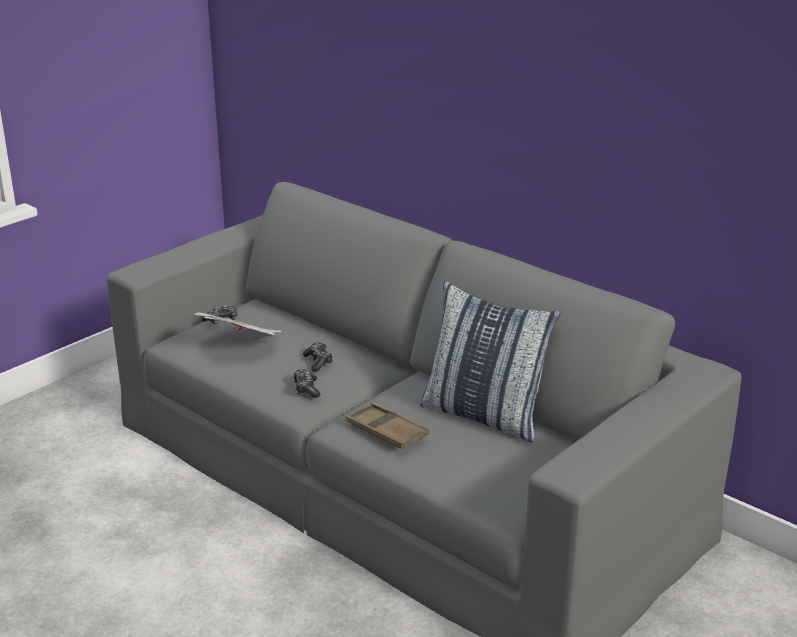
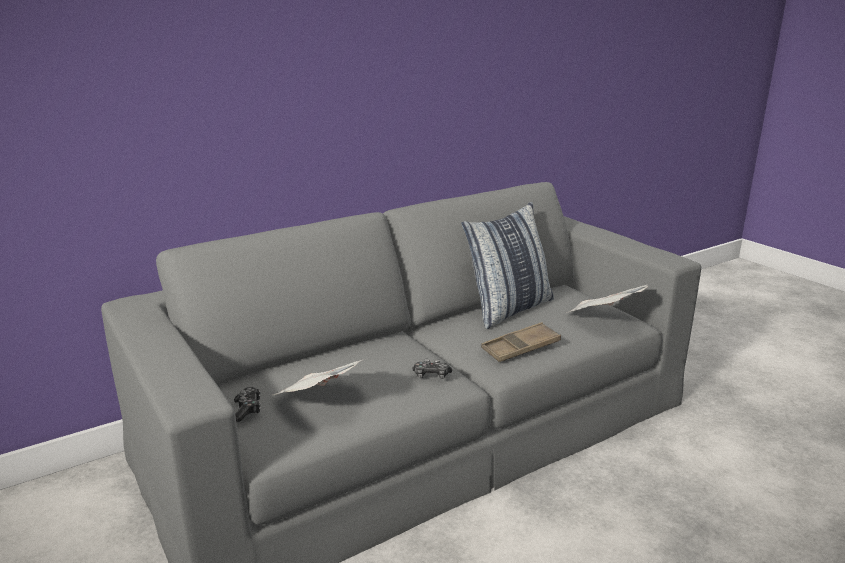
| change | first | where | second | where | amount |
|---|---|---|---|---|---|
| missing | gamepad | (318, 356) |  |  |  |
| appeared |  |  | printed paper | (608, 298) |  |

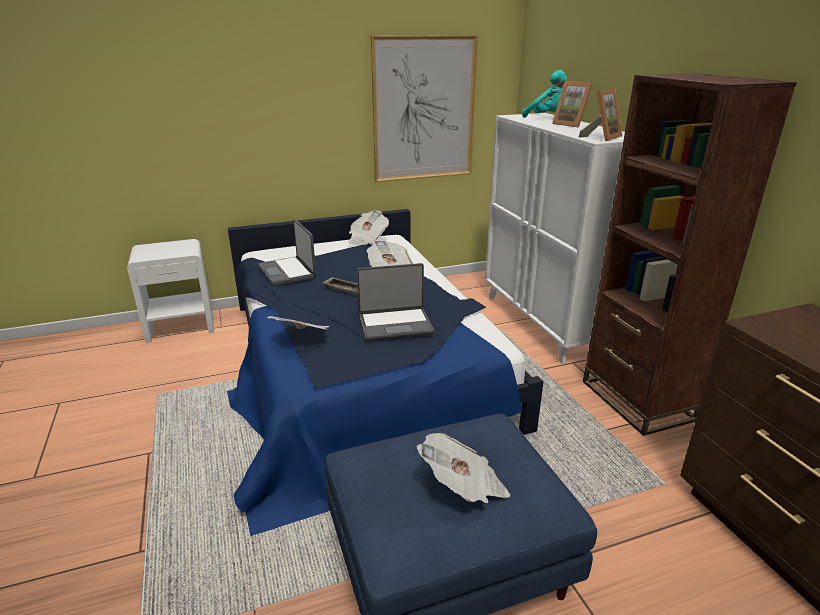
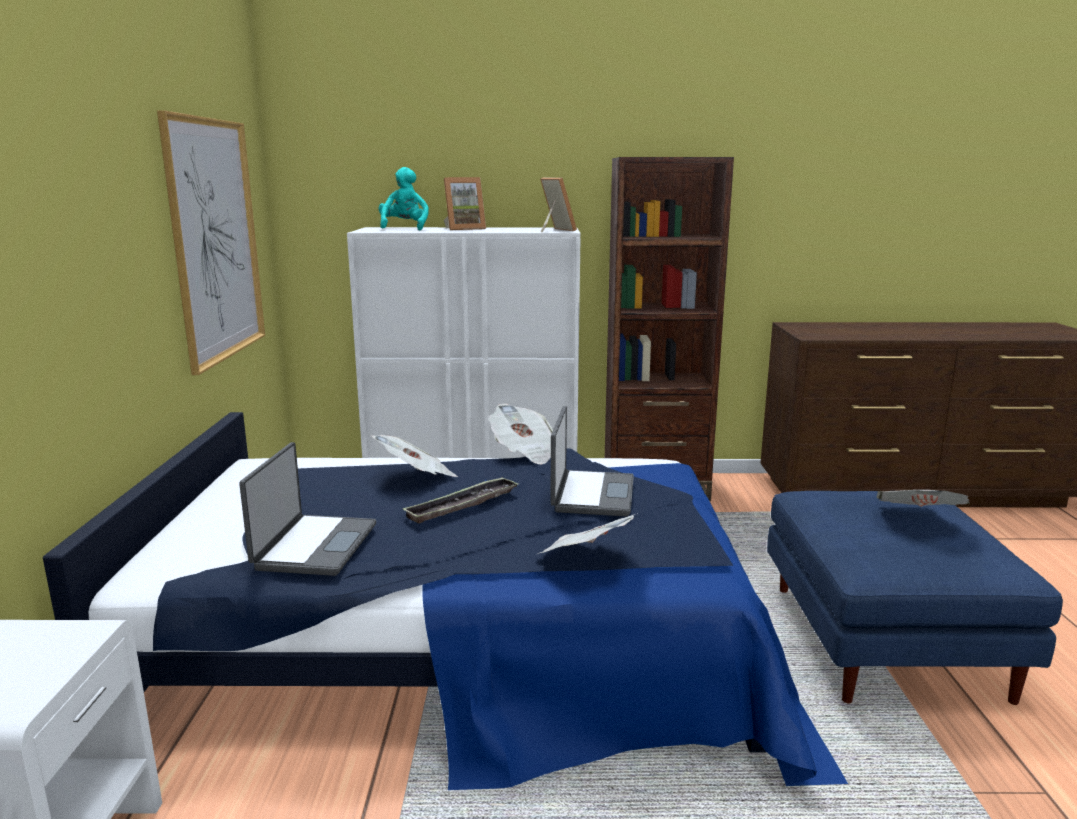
| change | first | where | second | where | amount |
|---|---|---|---|---|---|
| spun | blue-green cuddly toy | (544, 94) |  | (403, 198) | 60 degrees counterclockwise |
| relocated | printed paper | (369, 227) |  | (520, 434) |  |
| spun | portable computer | (287, 252) |  | (307, 509) | 75 degrees counterclockwise |

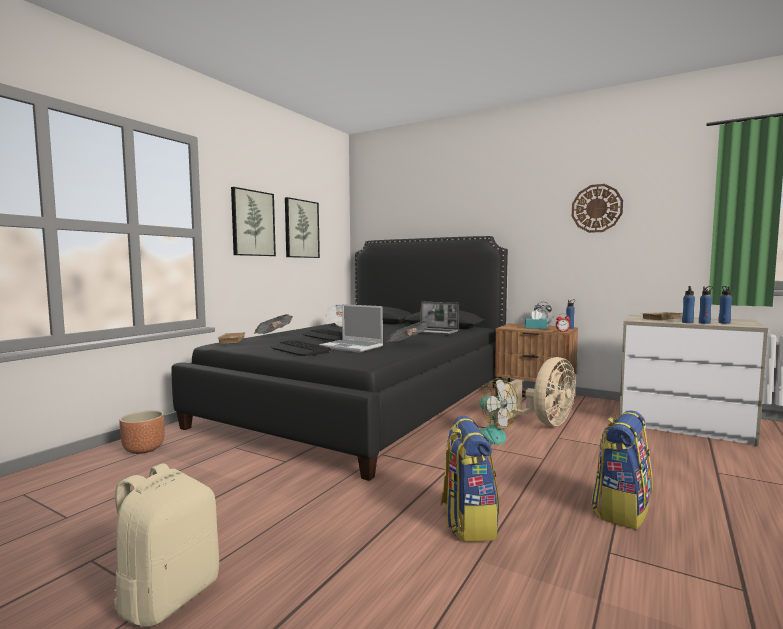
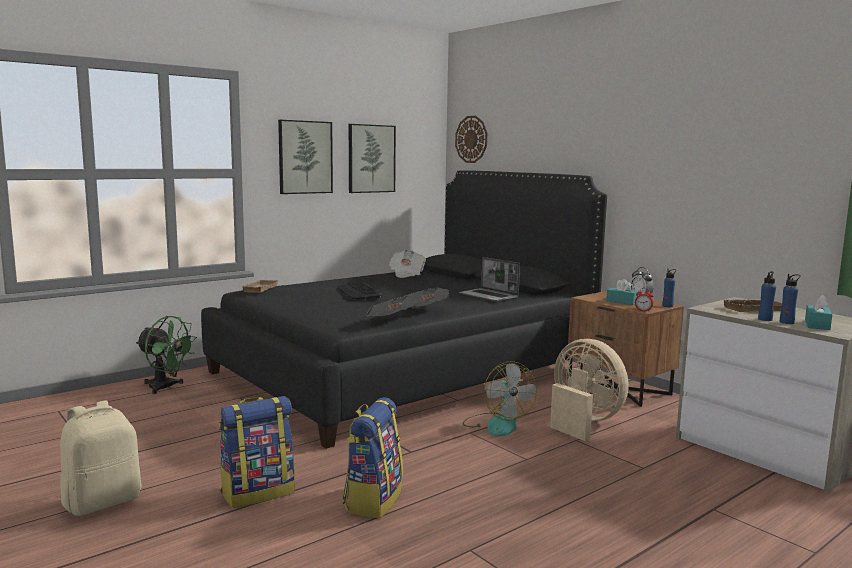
| change | first | where | second | where | amount |
|---|---|---|---|---|---|
| relocated | clock on the wall | (597, 208) |  | (471, 139) |  |
| exchanged | blue-coloured bottle | (725, 305) | blue-green box of tissues | (818, 312) |  |
| missing | portable computer | (351, 328) |  |  |  |
| relocated | printed paper | (273, 324) |  | (392, 306) |  |
| missing | PC keyboard | (300, 348) |  |  |  |
| spun | beige-coloured fan | (539, 391) |  | (589, 390) | 105 degrees counterclockwise |
| exchanged | brown-coloured plant pot | (141, 432) | green fan | (166, 355) |  |
| relocated | backpack | (622, 470) |  | (257, 452) |  |

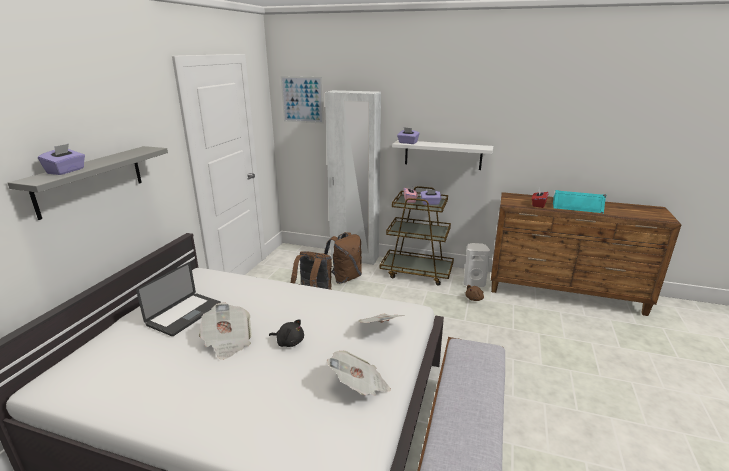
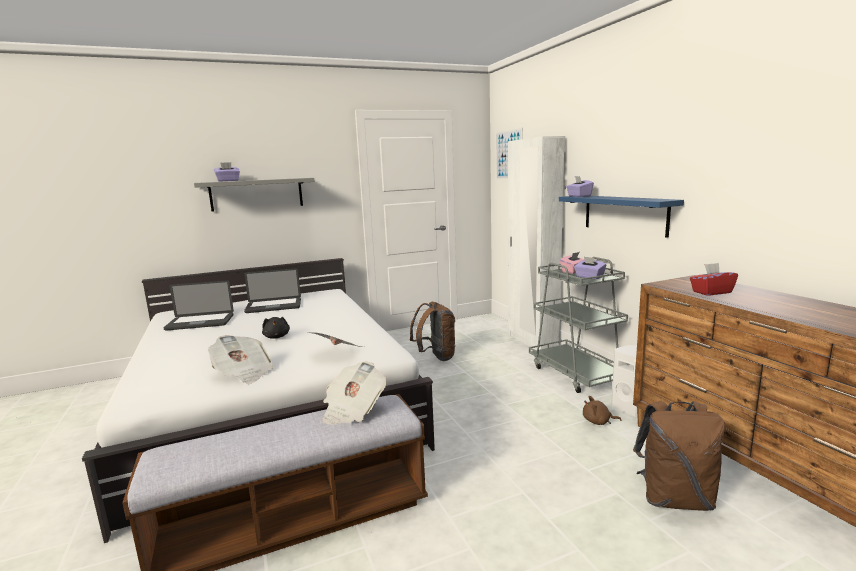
| change | first | where | second | where | amount |
|---|---|---|---|---|---|
| colour | whitish bracket shelf | (442, 155) | blue-coloured bracket shelf | (621, 217) |  |
| colour | brown-coloured trolley | (417, 236) | greyish trolley | (578, 325) |  |
| missing | blue-green audio speaker | (579, 202) |  |  |  |
| relocated | brown-coloured backpack | (343, 258) |  | (679, 456) |  |
| relocated | printed paper | (225, 331) |  | (354, 393) |  |
| appeared |  |  | portable computer | (199, 305) |  |

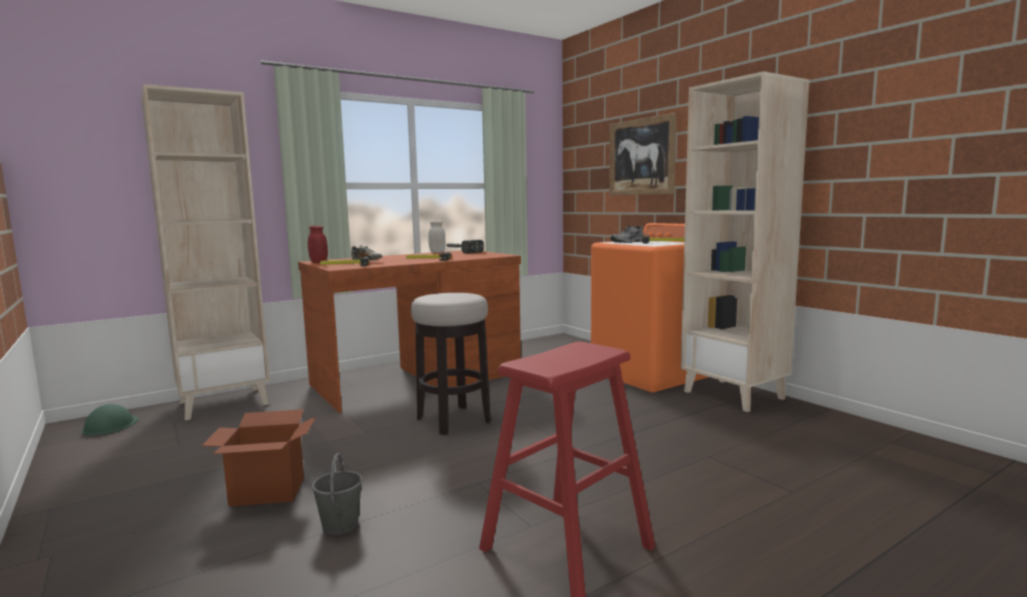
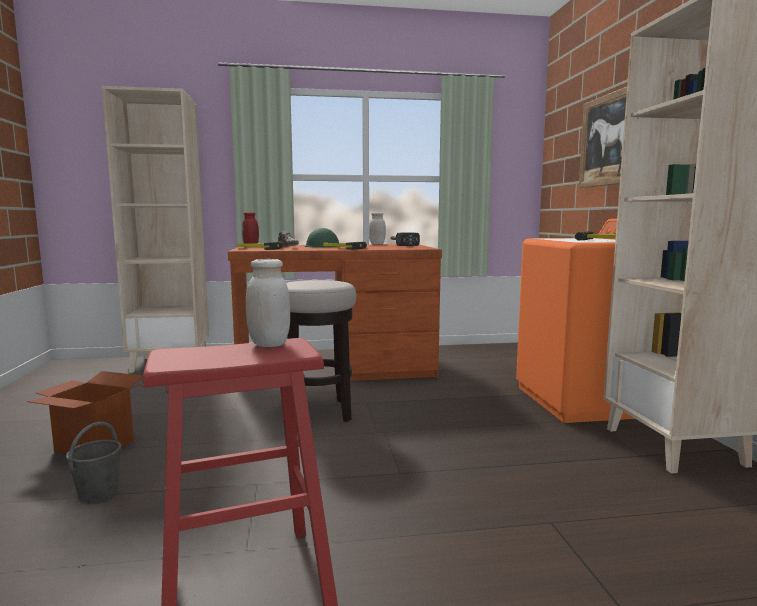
| change | first | where | second | where | amount |
|---|---|---|---|---|---|
| missing | greyish shoe | (627, 234) |  |  |  |
| relocated | green work helmet | (110, 420) |  | (322, 237) |  |
| appeared |  |  | whitish jar | (268, 303) |  |

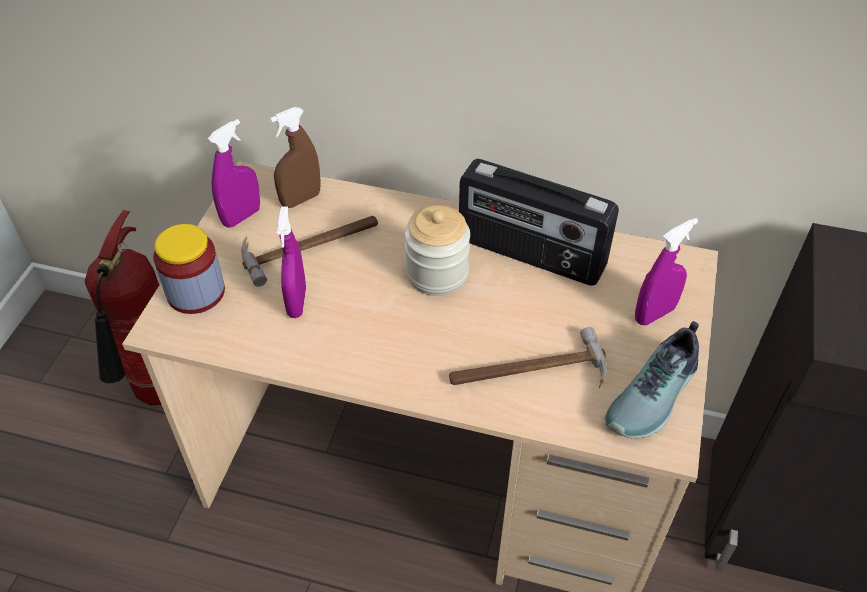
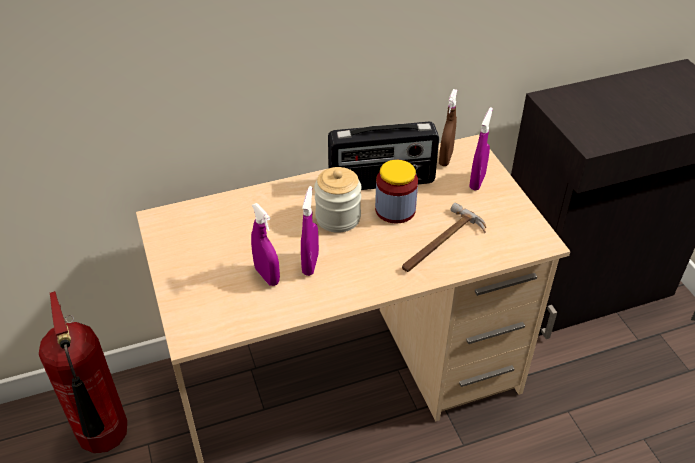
| change | first | where | second | where | amount |
|---|---|---|---|---|---|
| relocated | brown-coloured sprayer | (295, 157) |  | (448, 127) |  |
| relocated | purple-coloured sprayer | (234, 173) |  | (310, 231) |  |
| missing | hand hammer | (309, 251) |  |  |  |
| relocated | jar | (189, 269) |  | (396, 191) |  |
| missing | shoe | (652, 380) |  |  |  |

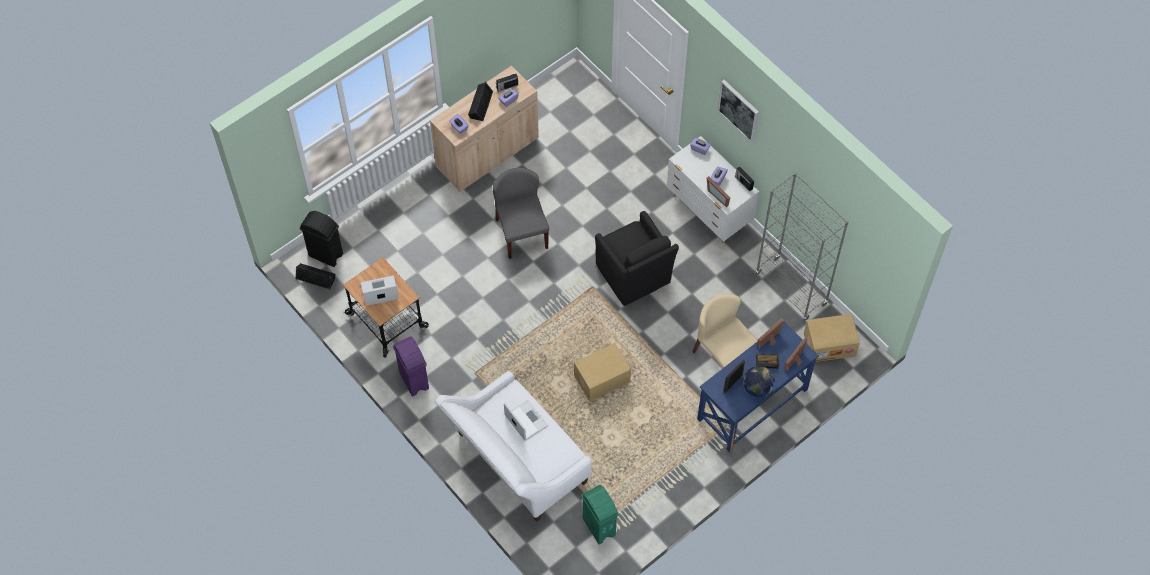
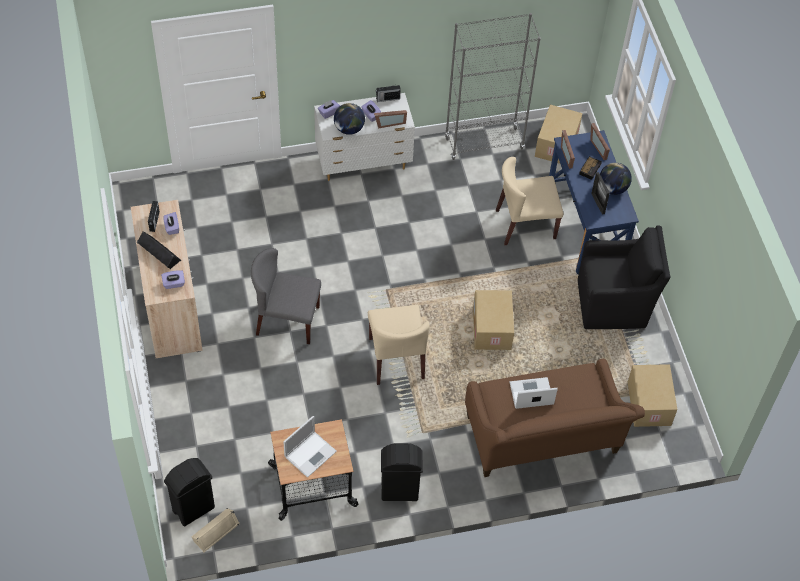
| change | first | where | second | where | amount |
|---|---|---|---|---|---|
| missing | picture | (738, 111) |  |  |  |
| relocated | black easy chair | (637, 258) |  | (624, 277) |  |
| colour | black audio speaker | (315, 276) | beige-coloured audio speaker | (215, 530) |  |
| spun | portable computer | (380, 290) |  | (310, 447) | 150 degrees counterclockwise |
| colour | purple-coloured trash can | (411, 366) | black trash can | (402, 472) |  |
| colour | whitish settee | (513, 446) | brown-coloured settee | (555, 418) |  |
| exchanged | green trash can | (600, 514) | cardboard box | (652, 395) |  |
| appeared |  |  | world globe | (349, 119) |  |
| appeared |  |  | beige-coloured plain chair | (399, 345) |  |

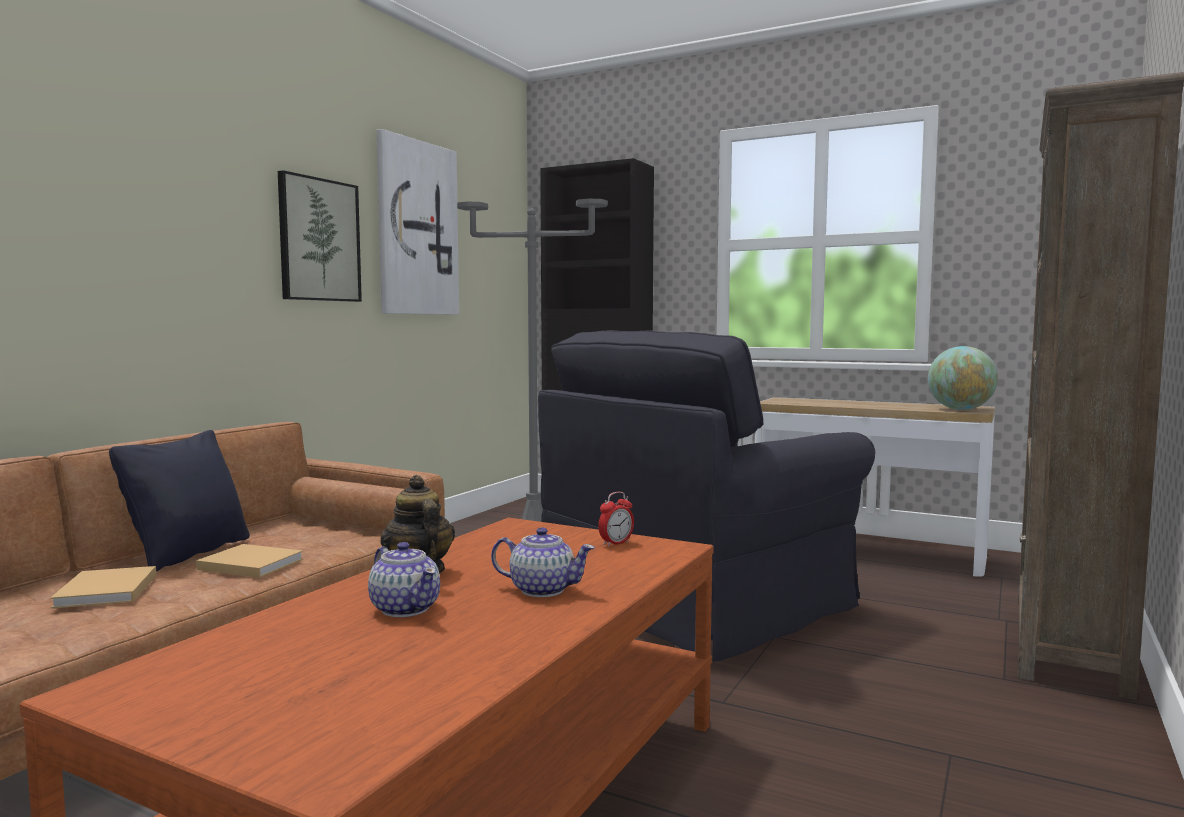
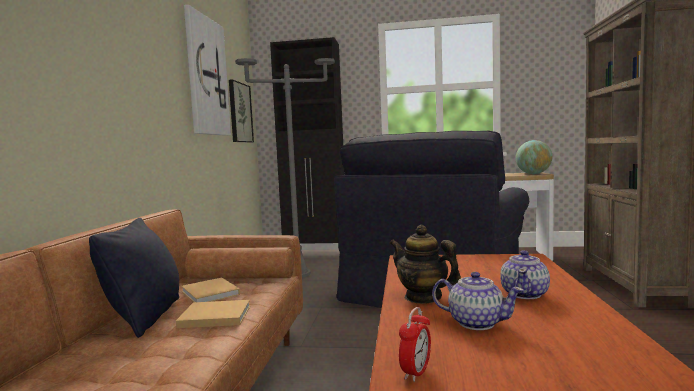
| change | first | where | second | where | amount |
|---|---|---|---|---|---|
| relocated | picture | (320, 236) |  | (241, 111) |  |
| relocated | alarm clock | (616, 519) |  | (415, 344) |  |
| spun | tea pot | (543, 562) |  | (525, 274) | 120 degrees clockwise |
| relocated | beige-coloured volume | (103, 587) |  | (210, 290) |  |

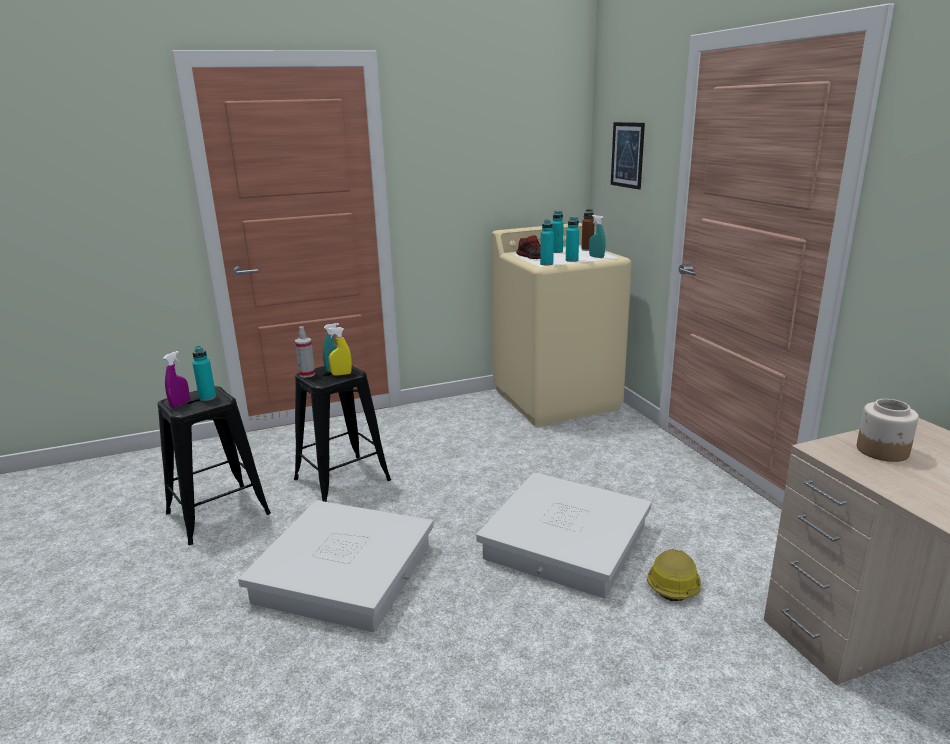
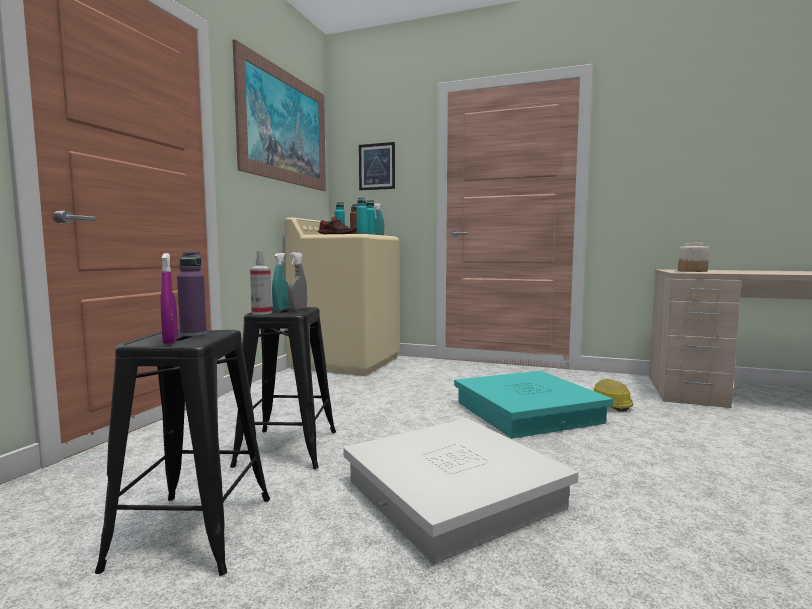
| change | first | where | second | where | amount |
|---|---|---|---|---|---|
| colour | yellowish sprayer | (340, 351) | greyish sprayer | (297, 281) |  |
| colour | blue-green bottle | (204, 373) | purple-coloured bottle | (192, 294) |  |
| colour | whitish storage box | (564, 535) | blue-green storage box | (533, 404) |  |
| appeared |  |  | picture | (279, 115) |  |

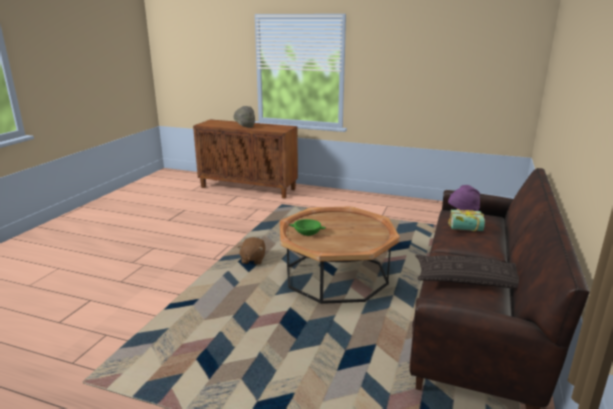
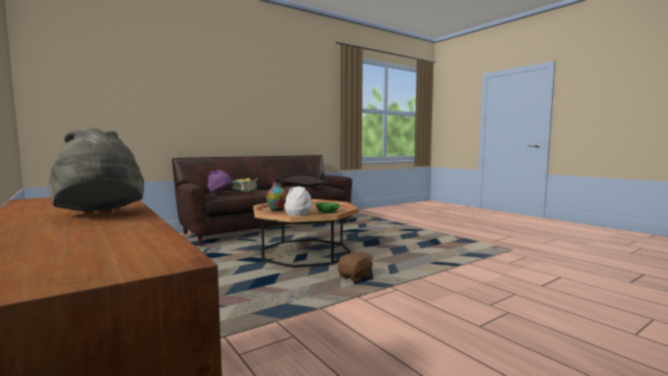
| change | first | where | second | where | amount |
|---|---|---|---|---|---|
| appeared |  |  | decorative vase | (276, 194) |  |
| appeared |  |  | whitish wearable hat | (298, 201) |  |

